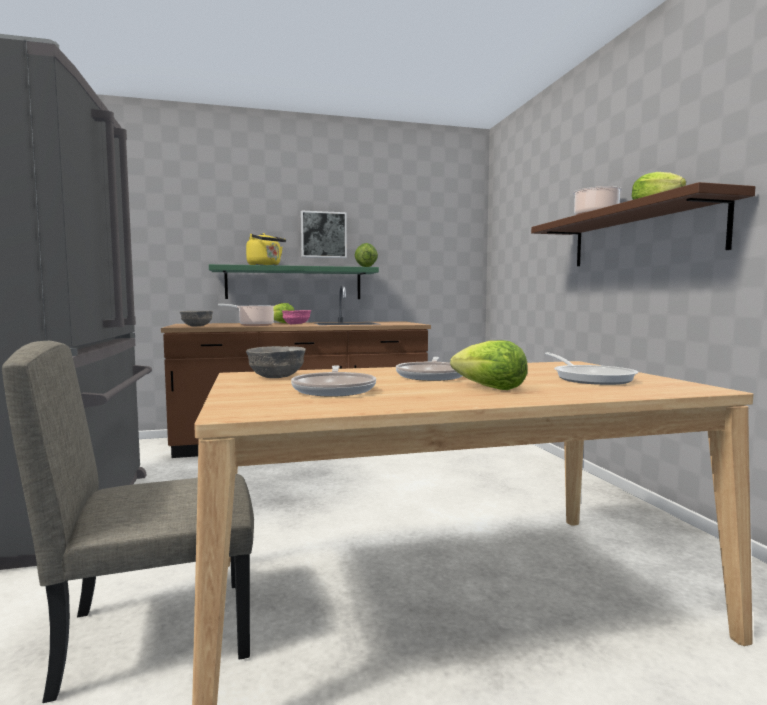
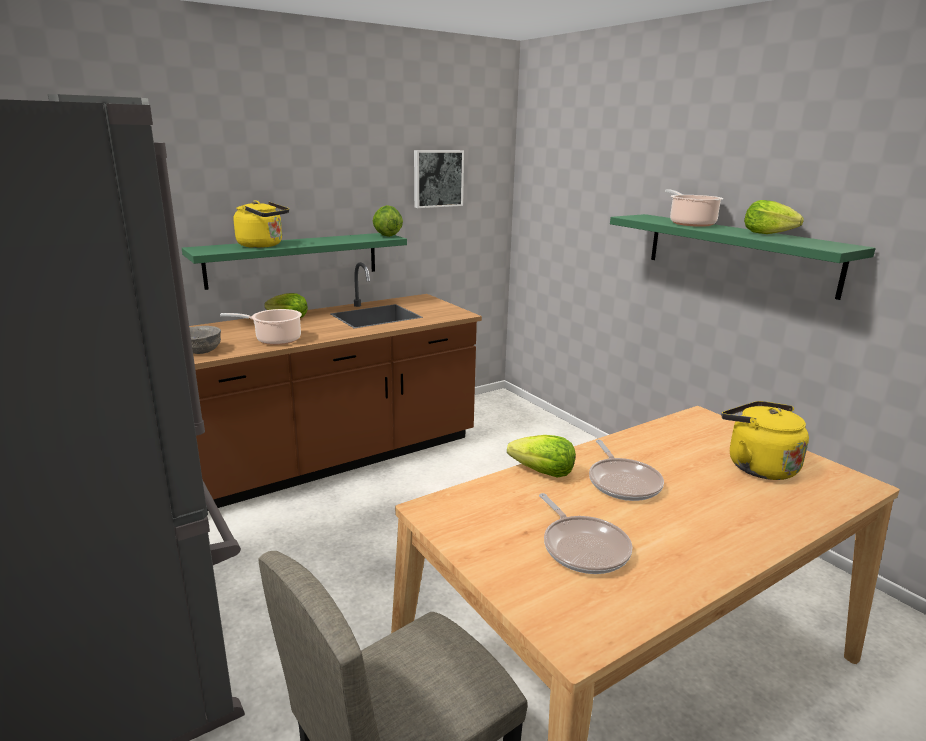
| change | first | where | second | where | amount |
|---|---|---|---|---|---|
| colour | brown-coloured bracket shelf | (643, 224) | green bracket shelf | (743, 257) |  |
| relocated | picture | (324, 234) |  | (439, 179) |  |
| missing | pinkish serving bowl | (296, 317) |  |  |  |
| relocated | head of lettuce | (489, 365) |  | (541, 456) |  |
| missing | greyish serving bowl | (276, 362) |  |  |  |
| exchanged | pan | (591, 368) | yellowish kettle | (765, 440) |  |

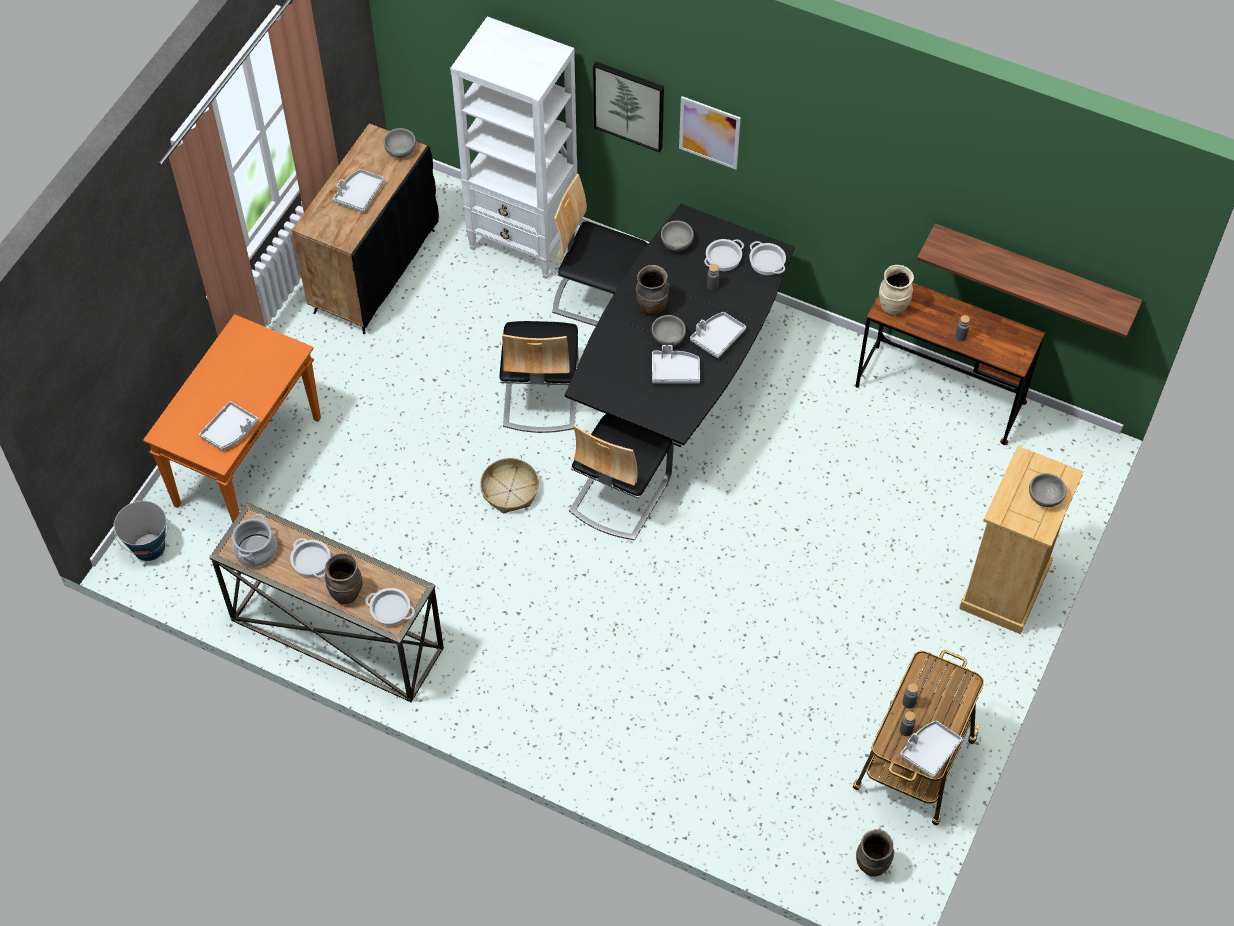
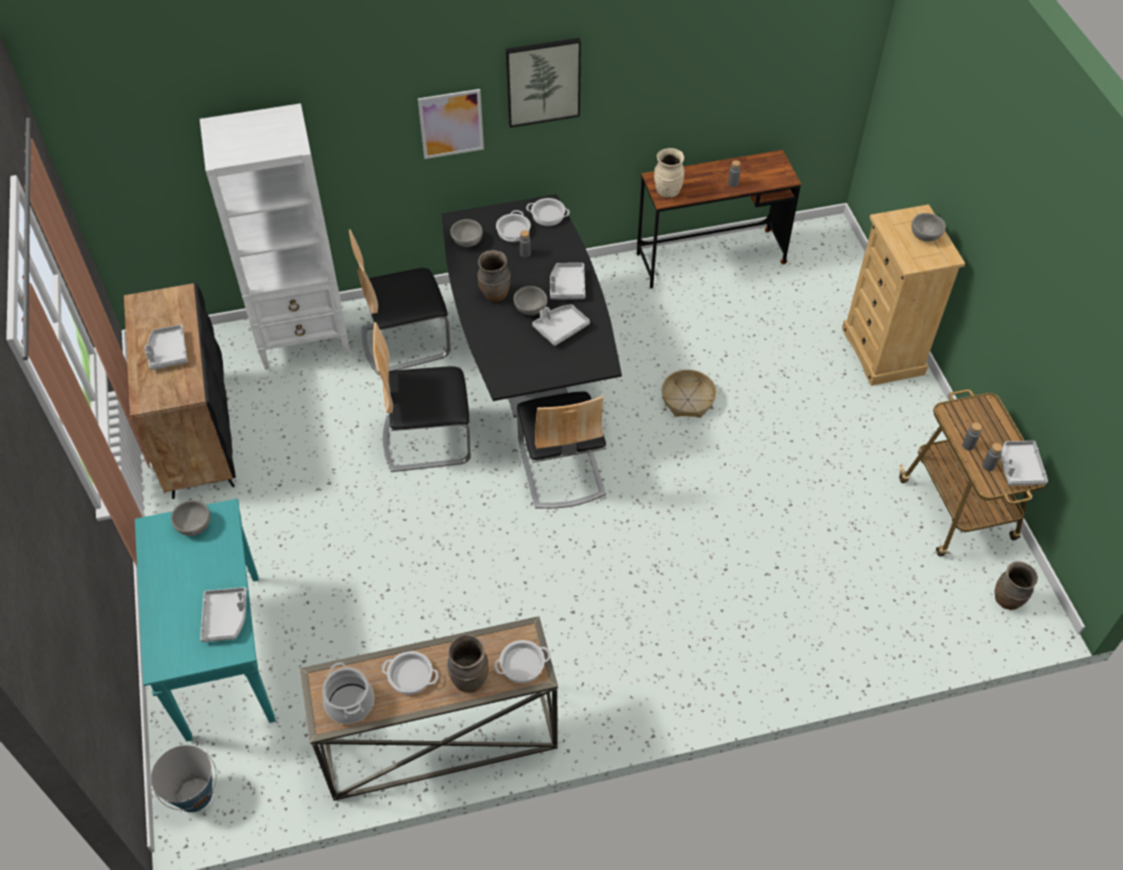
| change | first | where | second | where | amount |
|---|---|---|---|---|---|
| relocated | picture | (628, 107) |  | (543, 83) |  |
| relocated | greyish serving bowl | (400, 143) |  | (191, 518) |  |
| missing | bracket shelf | (1030, 280) |  |  |  |
| colour | orange-coloured narrow table | (232, 418) | blue-green narrow table | (205, 620) |  |
| spun | plain chair | (538, 377) |  | (422, 397) | 120 degrees clockwise |
| relocated | basket | (509, 486) |  | (689, 393) |  |

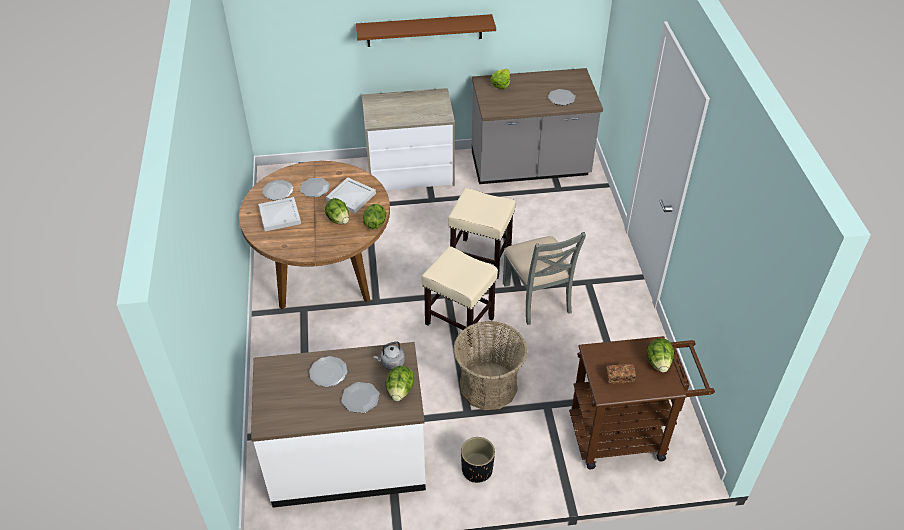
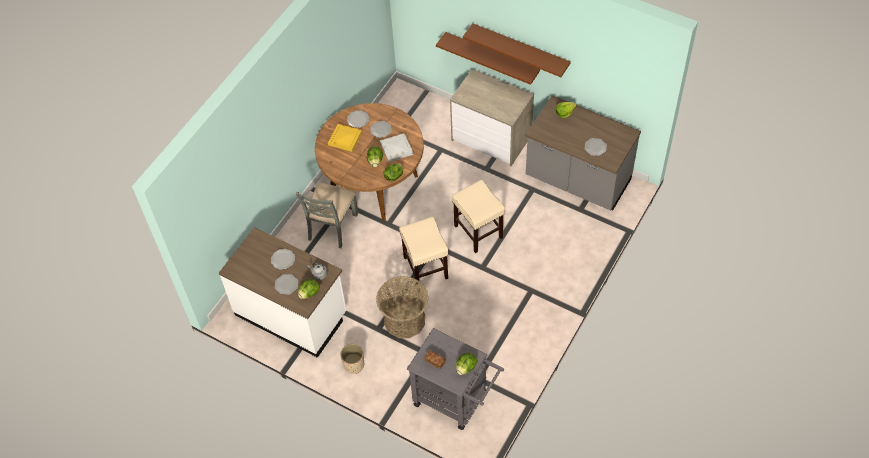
| change | first | where | second | where | amount |
|---|---|---|---|---|---|
| colour | whitish serving tray | (279, 214) | yellowish serving tray | (345, 138) |  |
| relocated | greyish plain chair | (544, 278) |  | (327, 215) |  |
| colour | brown-coloured trolley | (642, 402) | greyish trolley | (455, 379) |  |
| colour | black plant pot | (478, 460) | beige-coloured plant pot | (352, 359) |  |
| appeared |  |  | brown-coloured bracket shelf | (488, 58) |  |

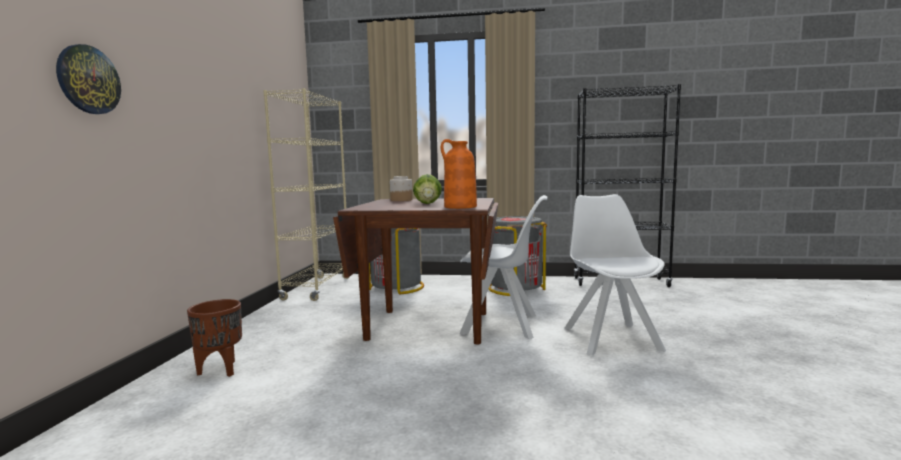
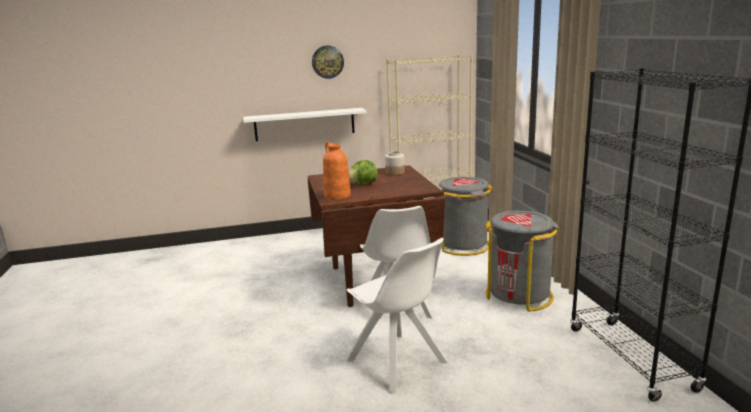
| change | first | where | second | where | amount |
|---|---|---|---|---|---|
| relocated | clock on the wall | (88, 79) |  | (328, 62) |  |
| spun | whitish plain chair | (615, 274) |  | (397, 315) | 75 degrees clockwise |
| missing | brown-coloured plant pot | (214, 338) |  |  |  |
| appeared |  |  | whitish bracket shelf | (304, 124) |  |

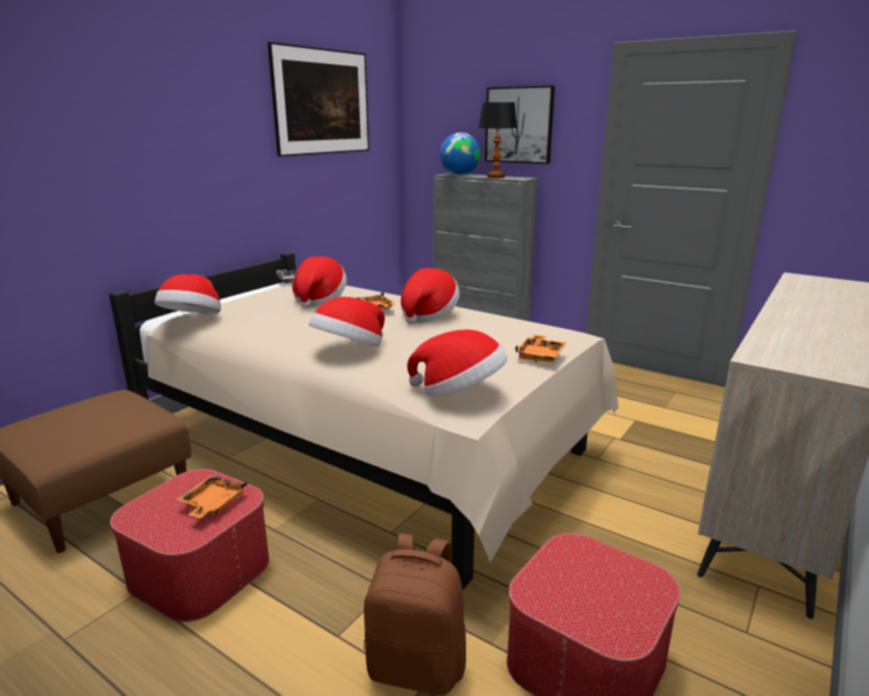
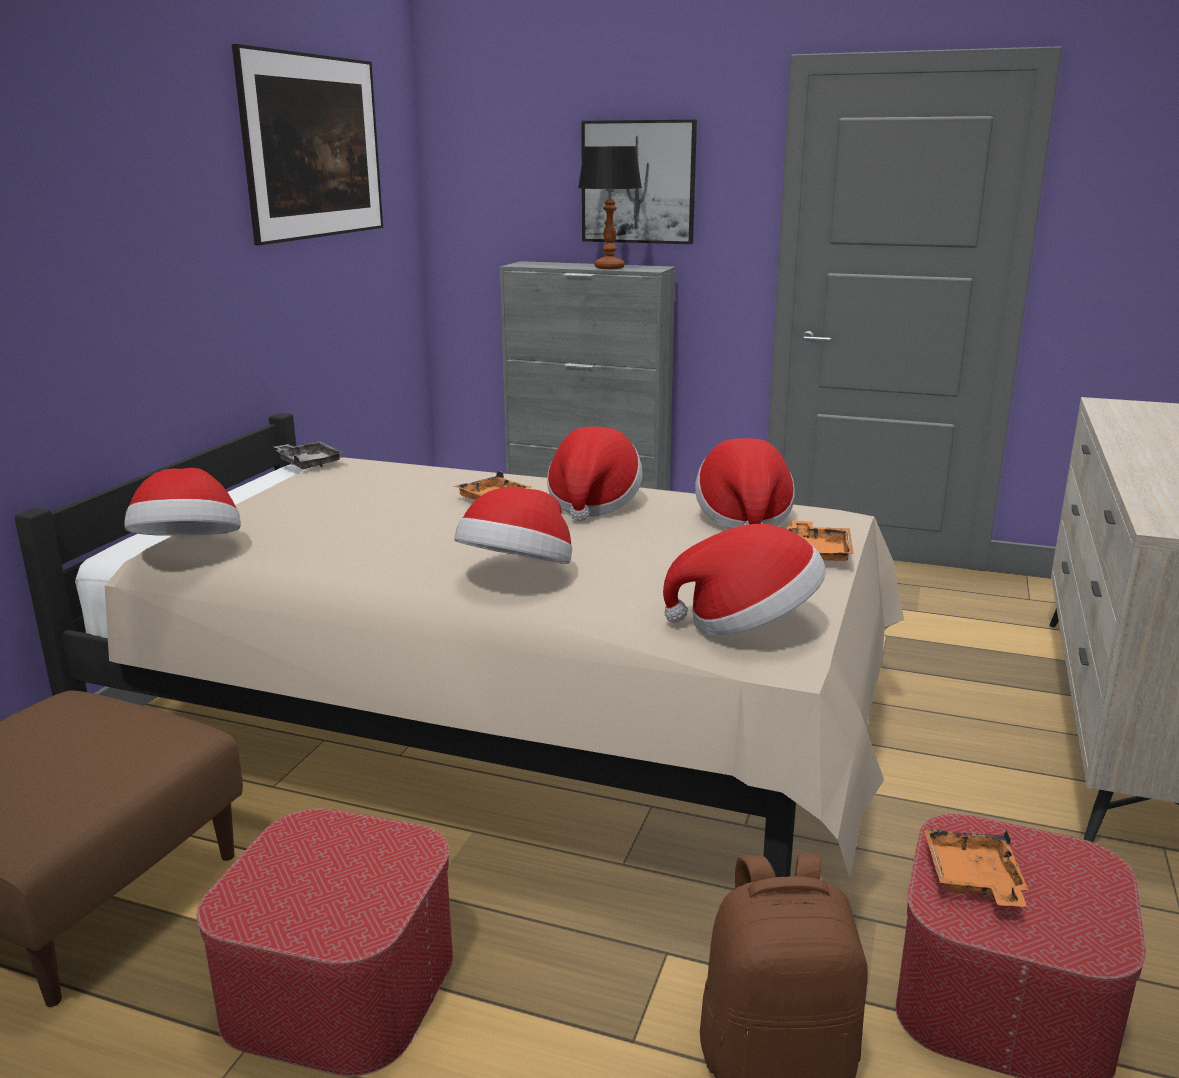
| change | first | where | second | where | amount |
|---|---|---|---|---|---|
| missing | world globe | (460, 154) |  |  |  |
| relocated | wearable hat | (319, 282) |  | (745, 483) |  |
| relocated | orange-coloured serving tray | (211, 496) |  | (976, 868) |  |

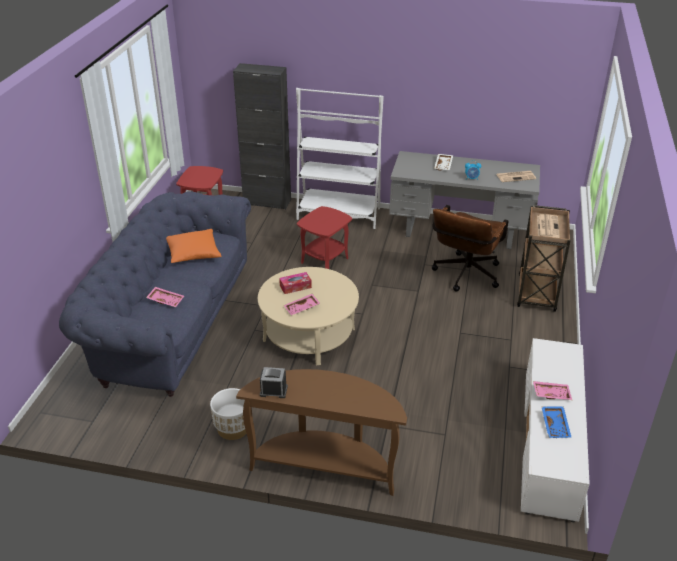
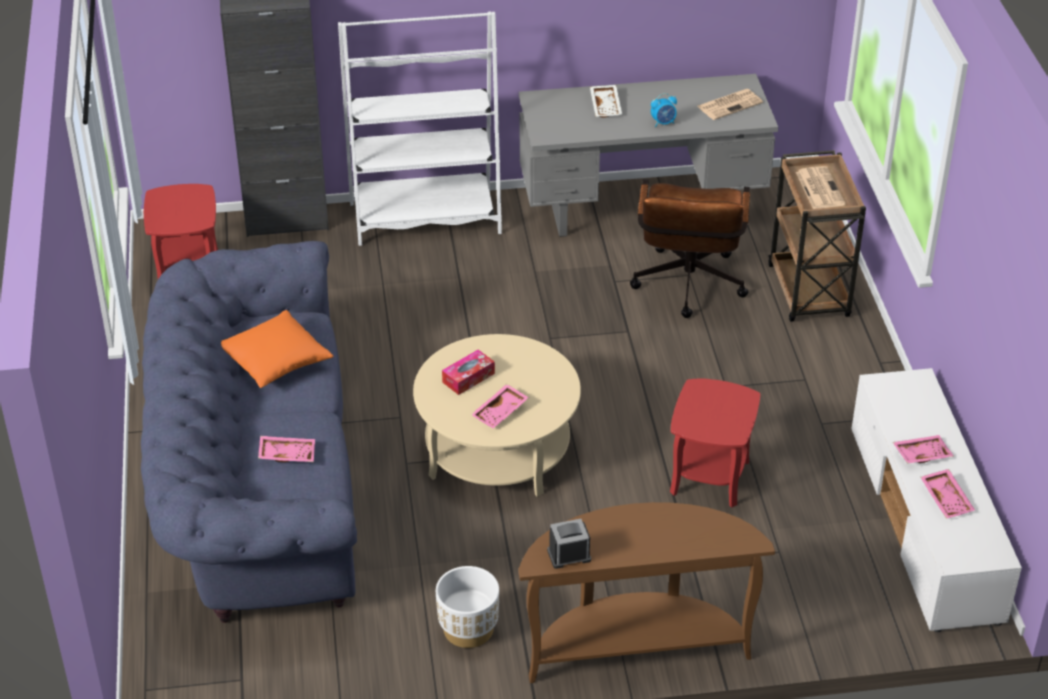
| change | first | where | second | where | amount |
|---|---|---|---|---|---|
| relocated | reddish end table | (324, 237) |  | (715, 443) |  |
| colour | blue-coloured serving tray | (556, 422) | pinkish serving tray | (947, 494) |  |

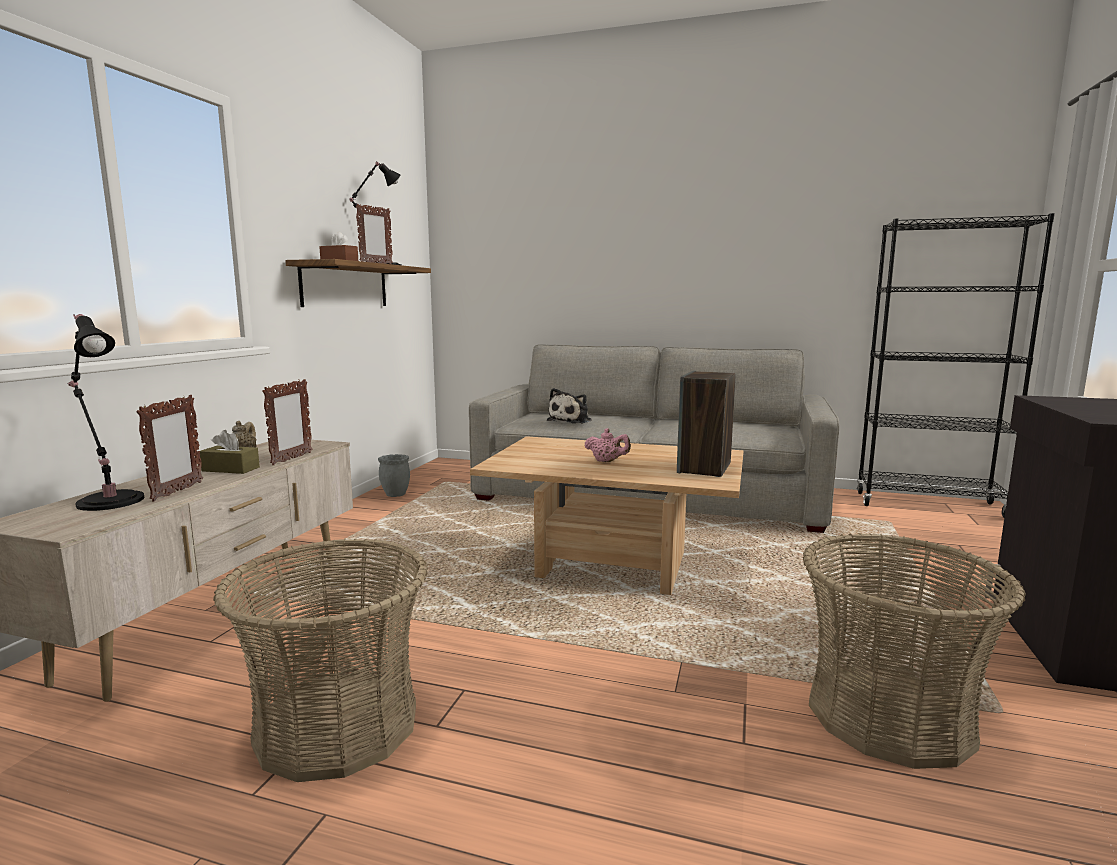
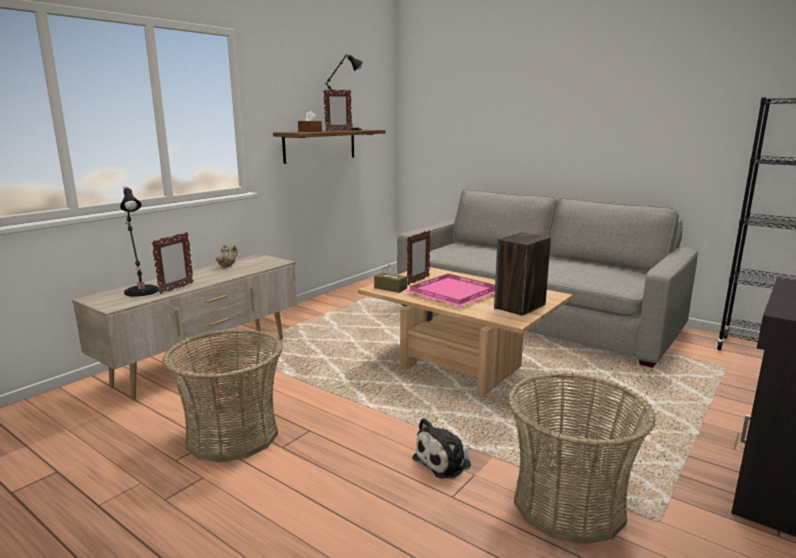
| change | first | where | second | where | amount |
|---|---|---|---|---|---|
| relocated | picture frame | (287, 422) |  | (418, 257) |  |
| relocated | cuddly toy | (569, 406) |  | (441, 448) |  |
| exchanged | pinkish tea pot | (607, 445) | pinkish serving tray | (450, 290) |  |
| relocated | brown-coloured box of tissues | (230, 452) |  | (390, 278) |  |
| missing | greyish plant pot | (394, 475) |  |  |  |

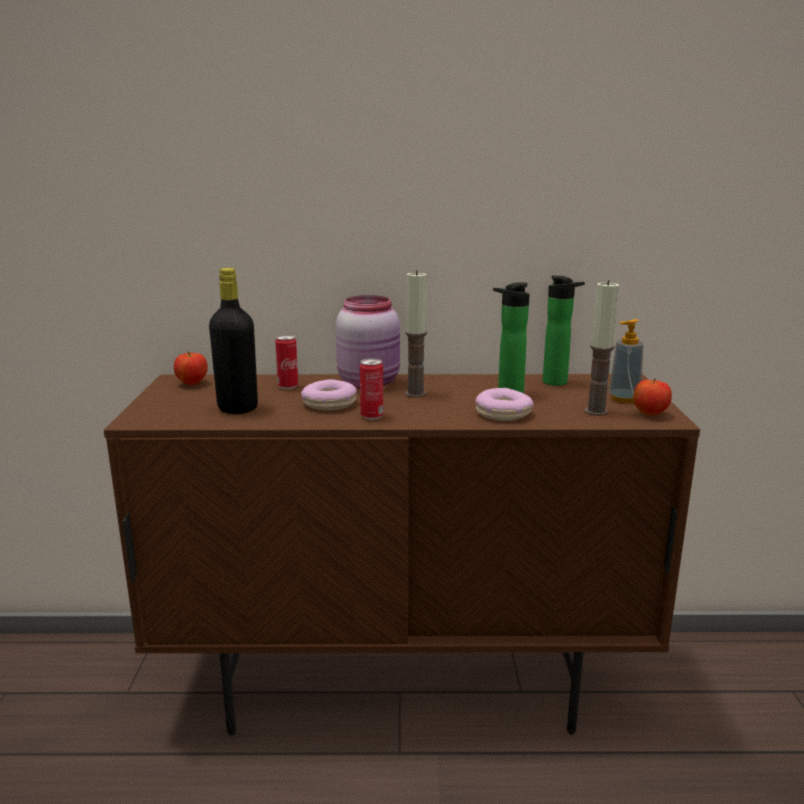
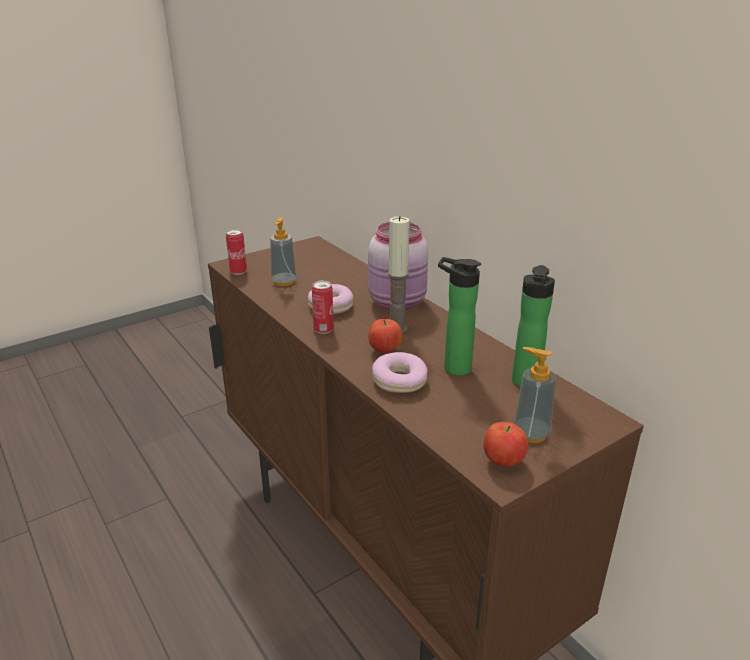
| change | first | where | second | where | amount |
|---|---|---|---|---|---|
| exchanged | black bottle | (233, 341) | liquid soap bottle | (283, 251) |  |
| missing | wax candle | (602, 348) |  |  |  |
| relocated | can | (286, 362) |  | (236, 252) |  |
| relocated | apple | (191, 368) |  | (385, 336) |  |

